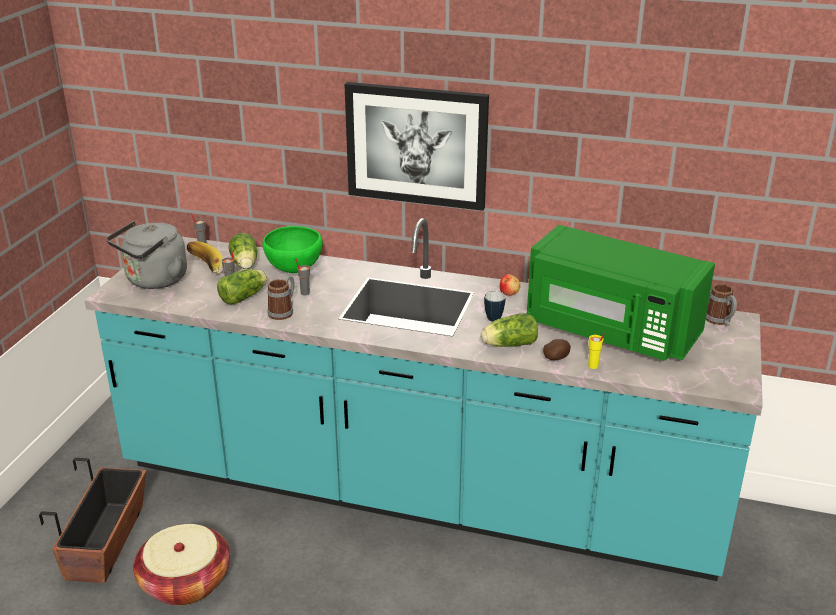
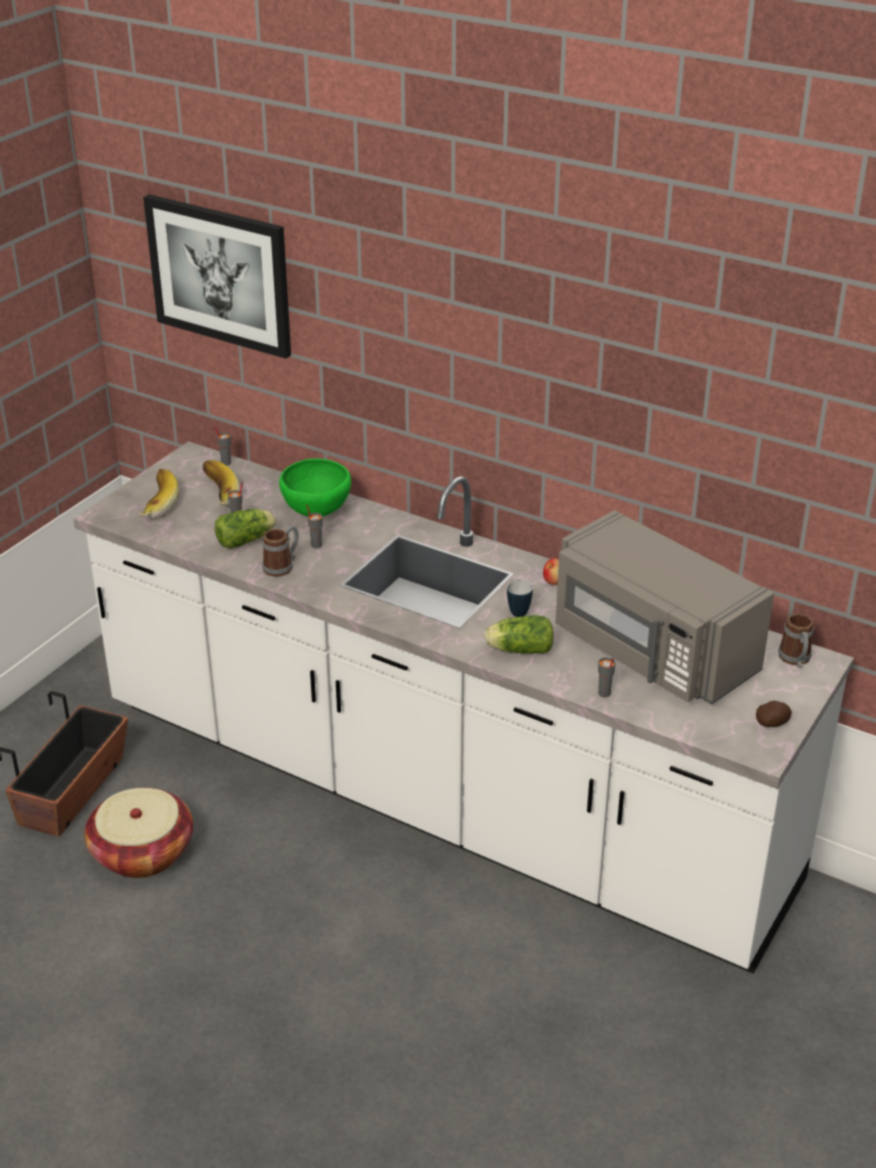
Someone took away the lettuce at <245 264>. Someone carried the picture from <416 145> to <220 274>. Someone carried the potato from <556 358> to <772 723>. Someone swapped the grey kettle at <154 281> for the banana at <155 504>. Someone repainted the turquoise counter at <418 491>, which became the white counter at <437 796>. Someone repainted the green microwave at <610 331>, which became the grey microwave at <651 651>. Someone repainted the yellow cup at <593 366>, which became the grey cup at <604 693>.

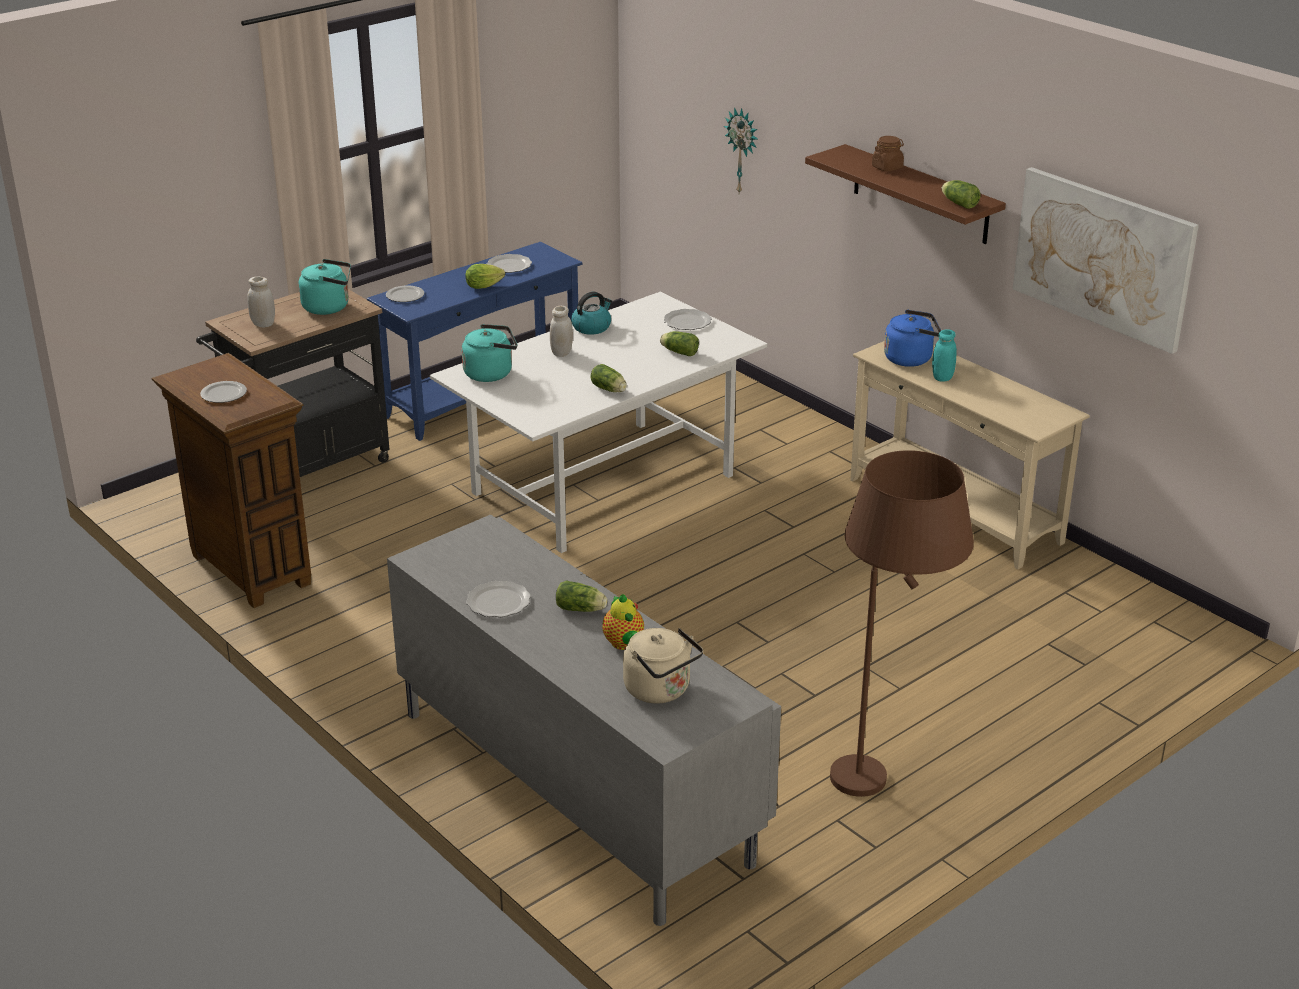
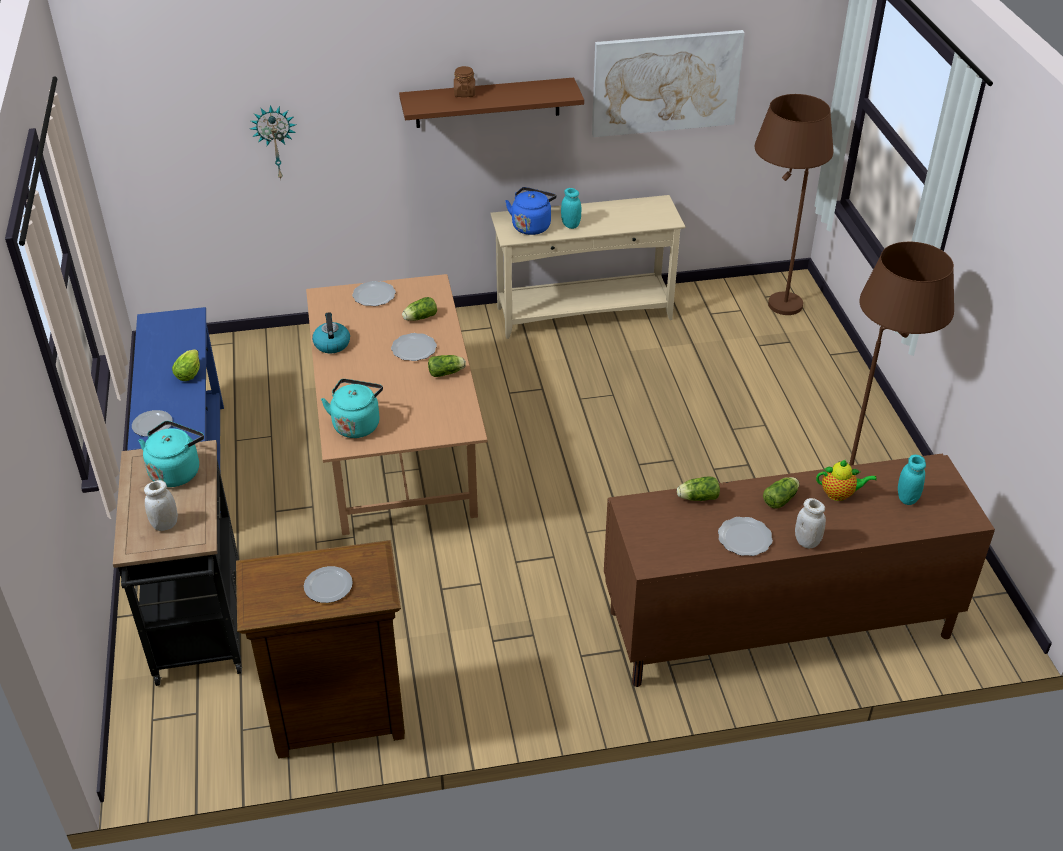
Someone put down the brown floor lamp at <769 310>. Someone carried the plate from <509 266> to <414 349>. Someone carried the white jar from <561 353> to <807 541>. Someone carried the lettuce from <958 203> to <696 497>. Someone swapped the beige kettle at <660 690> for the turquoise jar at <907 498>. Someone repainted the grey cabinet at <577 783>, which became the brown cabinet at <776 620>. Someone repainted the white dining table at <603 483>, which became the brown dining table at <397 456>.

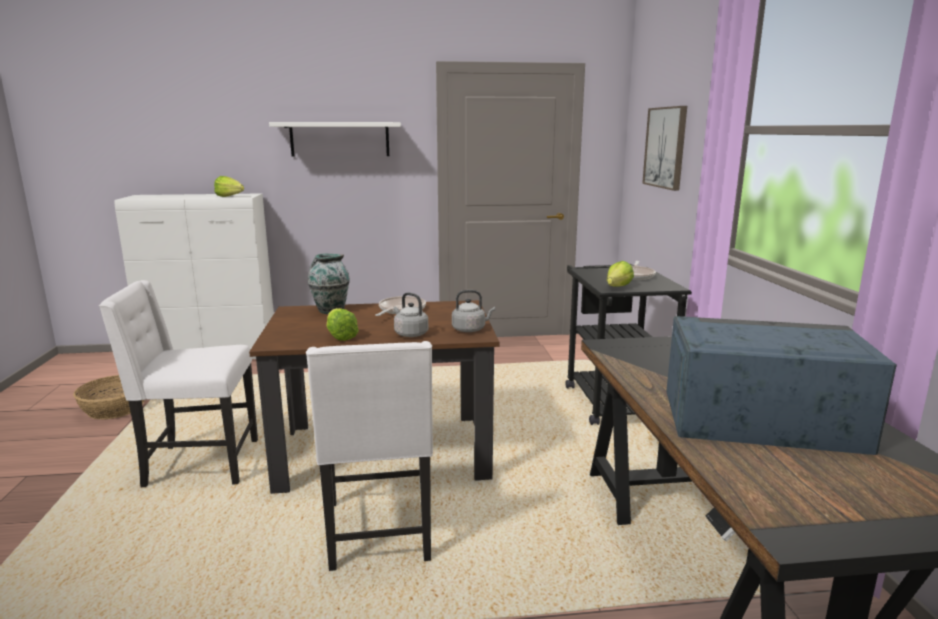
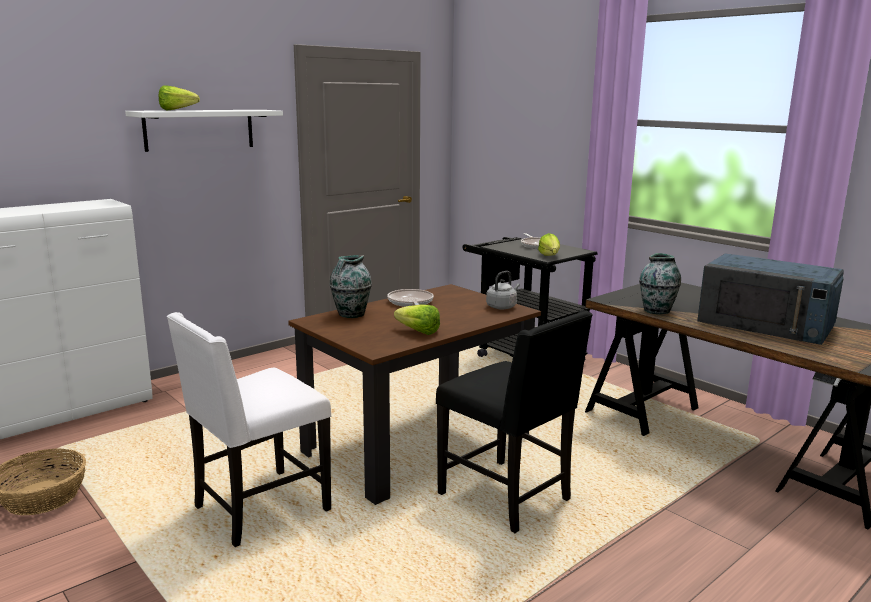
Someone took away the grey kettle at <410 334>. Someone took away the picture at <665 147>. Someone put down the vase at <657 310>. Someone carried the lettuce from <231 197> to <180 110>. Someone repainted the white chair at <380 533>, which became the black chair at <507 497>. Someone rotated the blue microwave at <758 419> by 120 degrees counterclockwise.

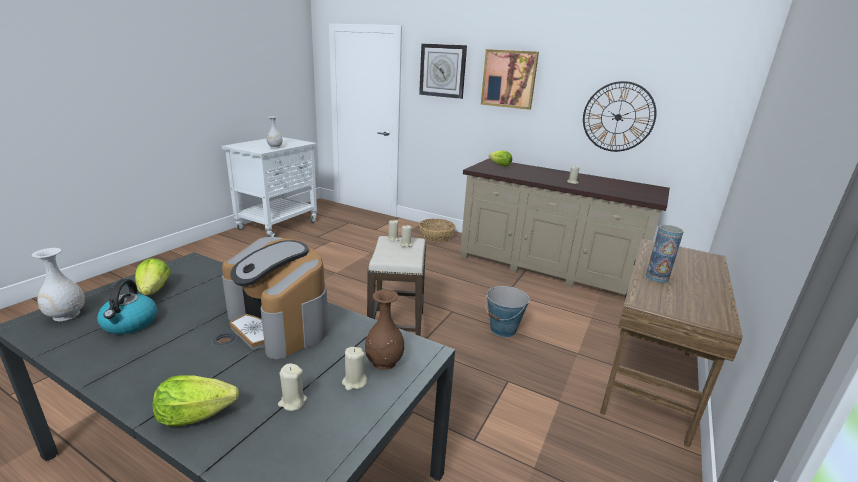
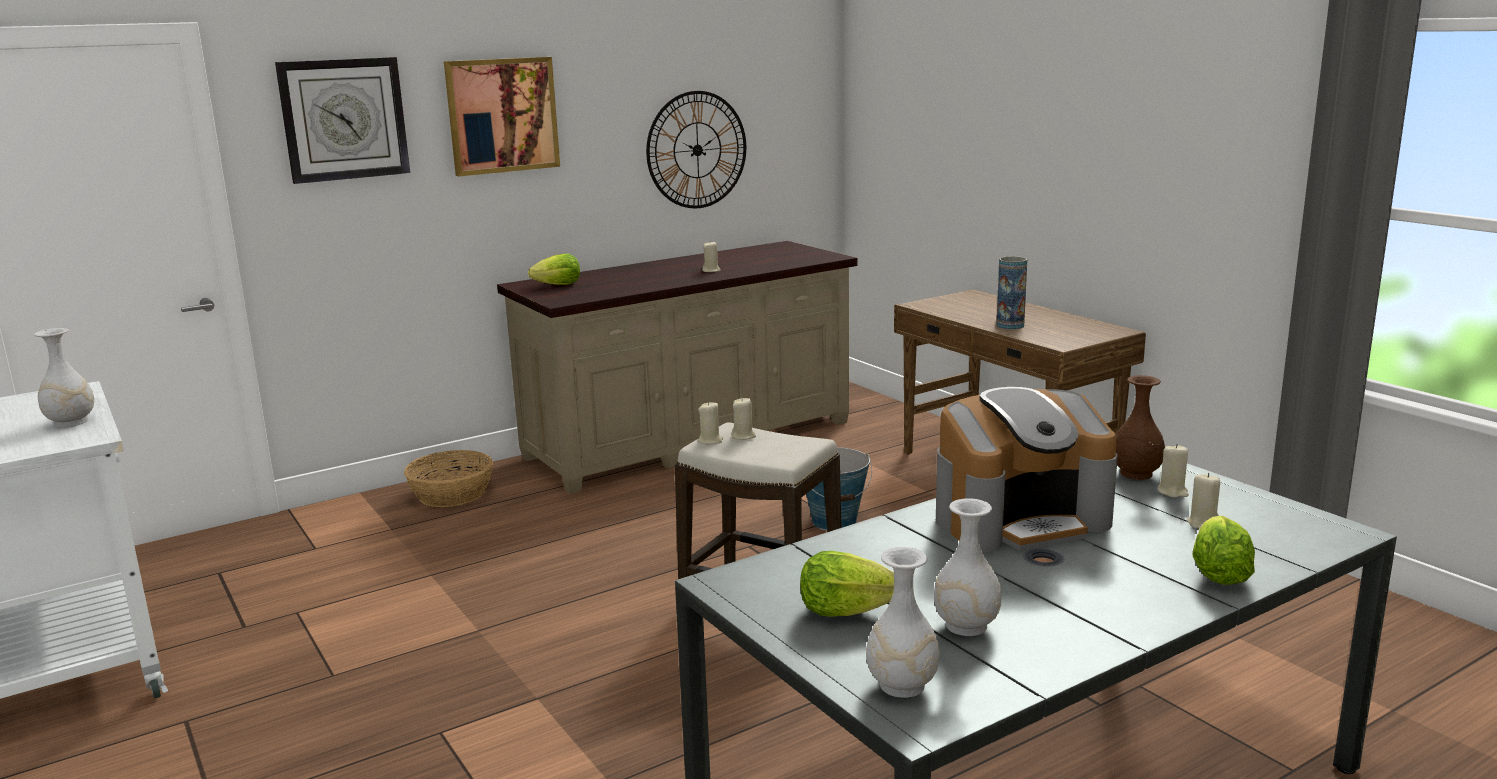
Someone swapped the kettle at <130 324> for the white vase at <965 625>.

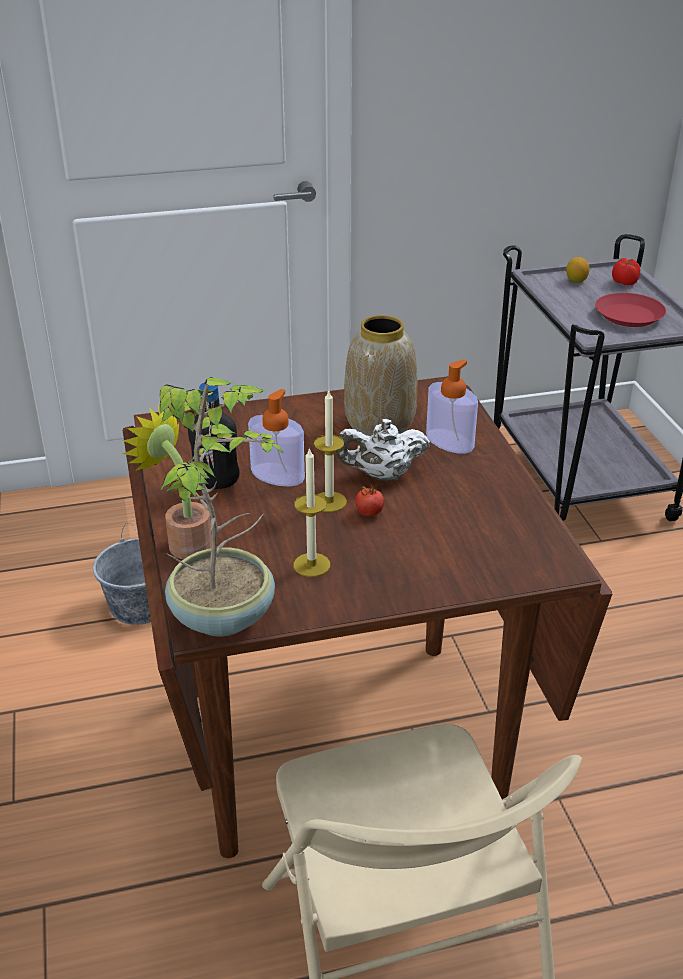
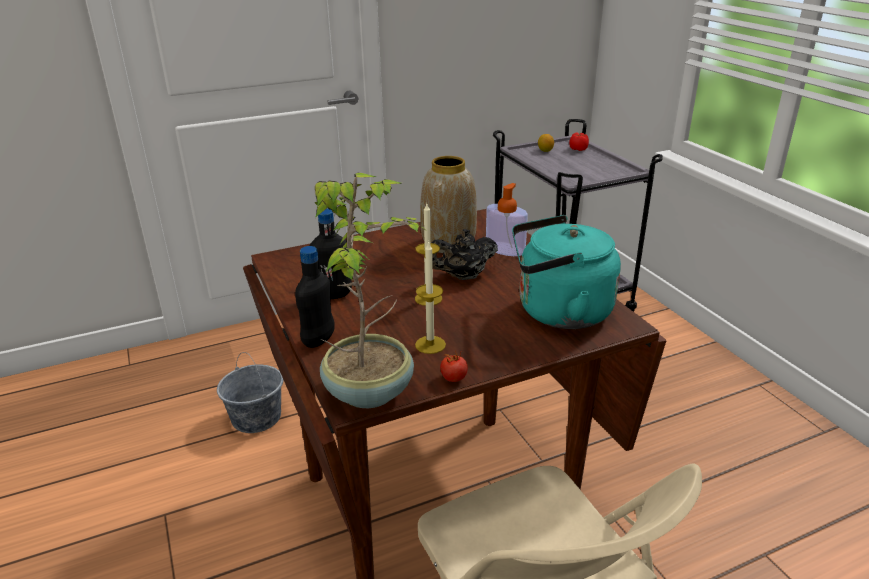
Someone took away the soap dispenser at <277 475>. Someone took away the red plate at <629 316>. Someone put down the turquoise kettle at <558 312>. Someone carried the tomato from <369 512> to <454 378>. Someone swapped the potted plant at <183 542> for the black bottle at <319 340>. Someone repainted the white teapot at <382 475>, which became the black teapot at <463 276>.

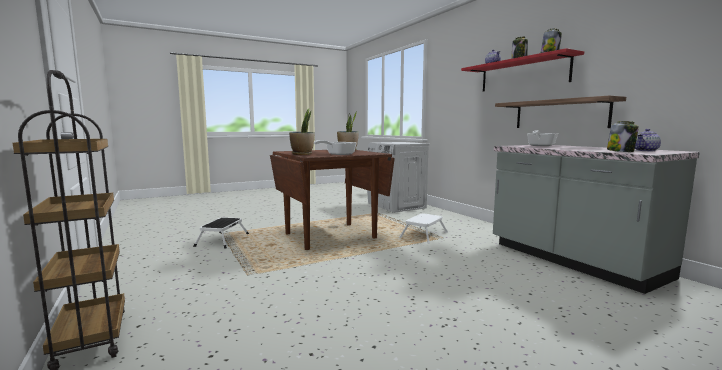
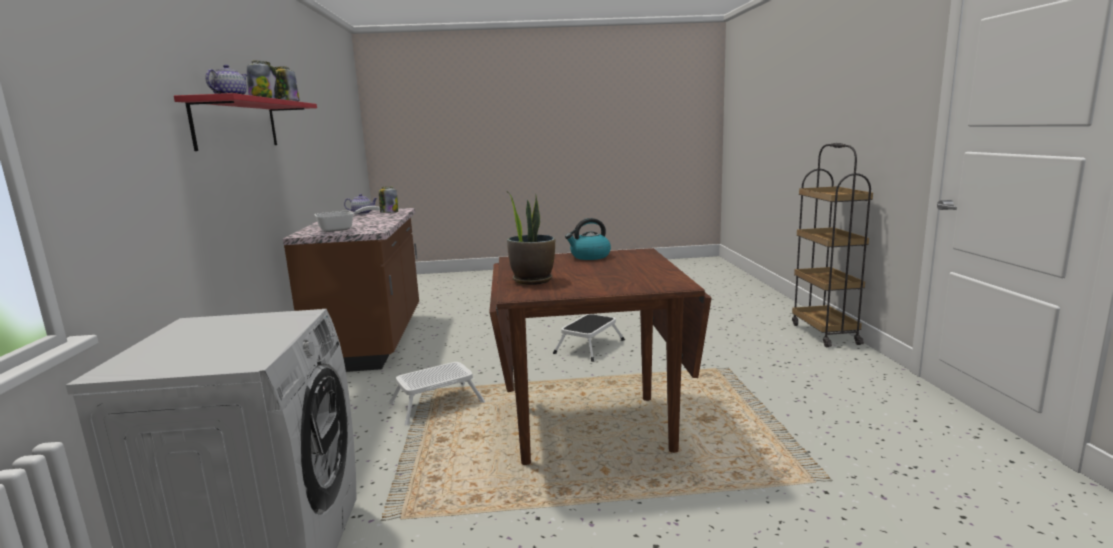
Someone took away the potted plant at <302 154>. Someone took away the shelf at <559 114>. Someone carried the black step ladder from <223 240> to <589 346>. Someone swapped the frying pan at <337 154> for the kettle at <589 256>. Someone repainted the grey counter at <573 260>, which became the brown counter at <372 340>.

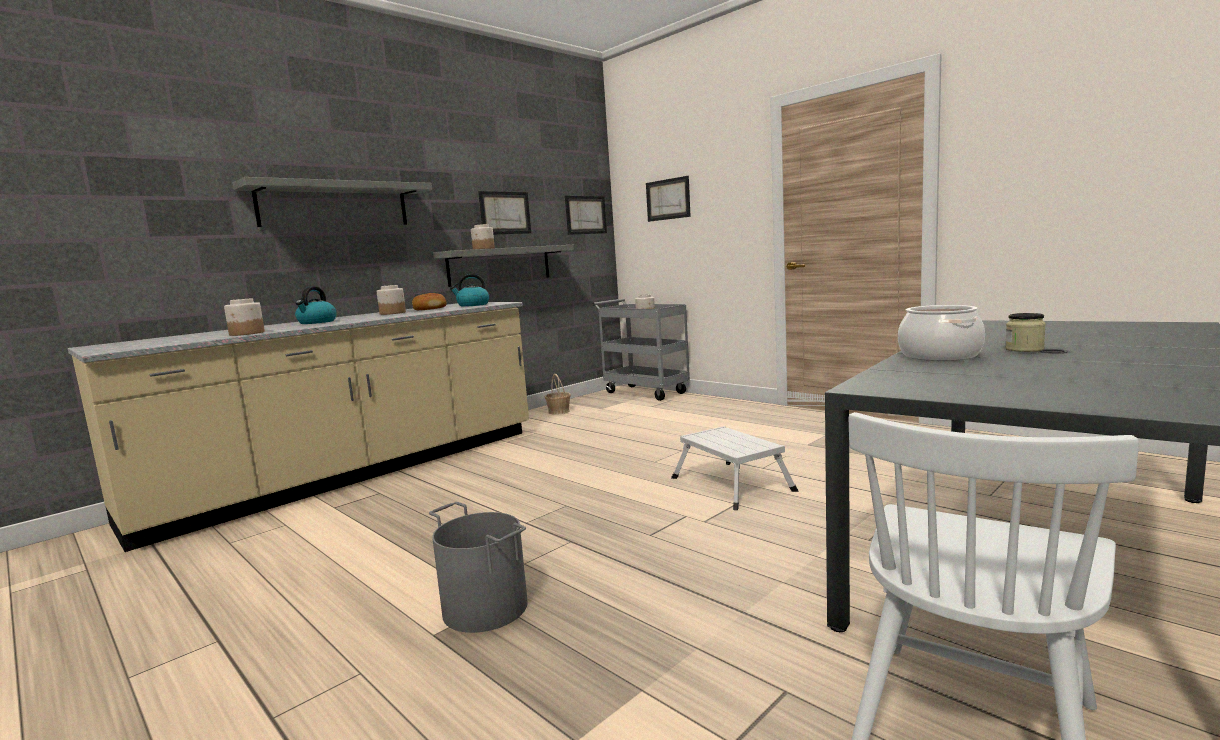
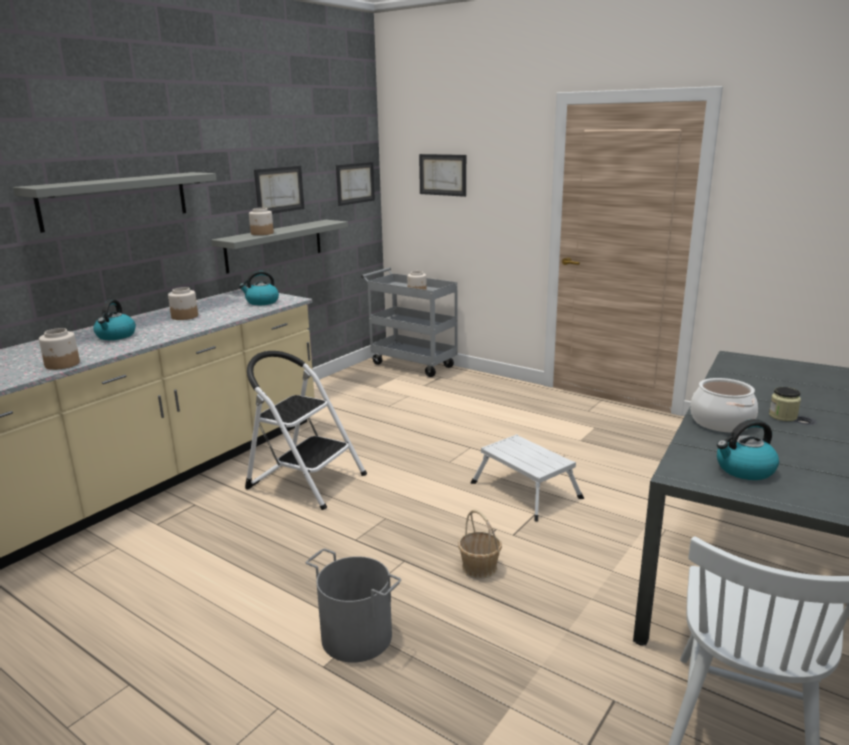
Someone took away the bread at <430 309>. Someone put down the step ladder at <304 481>. Someone put down the kettle at <744 470>. Someone carried the basket from <558 411> to <479 567>.

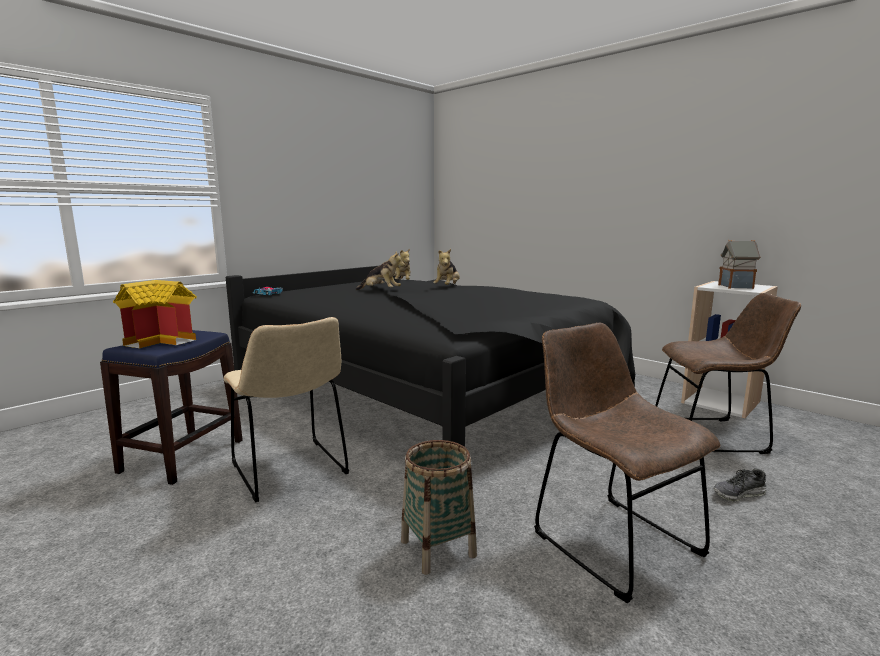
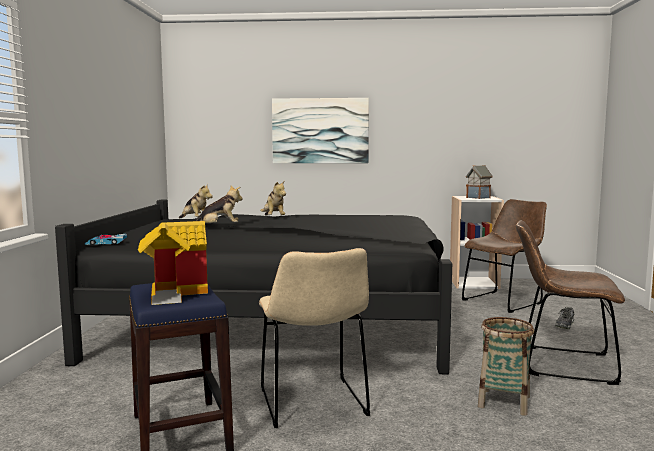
Someone put up the picture at <320 131>. Someone rotated the beige chair at <291 471> by 60 degrees clockwise.

